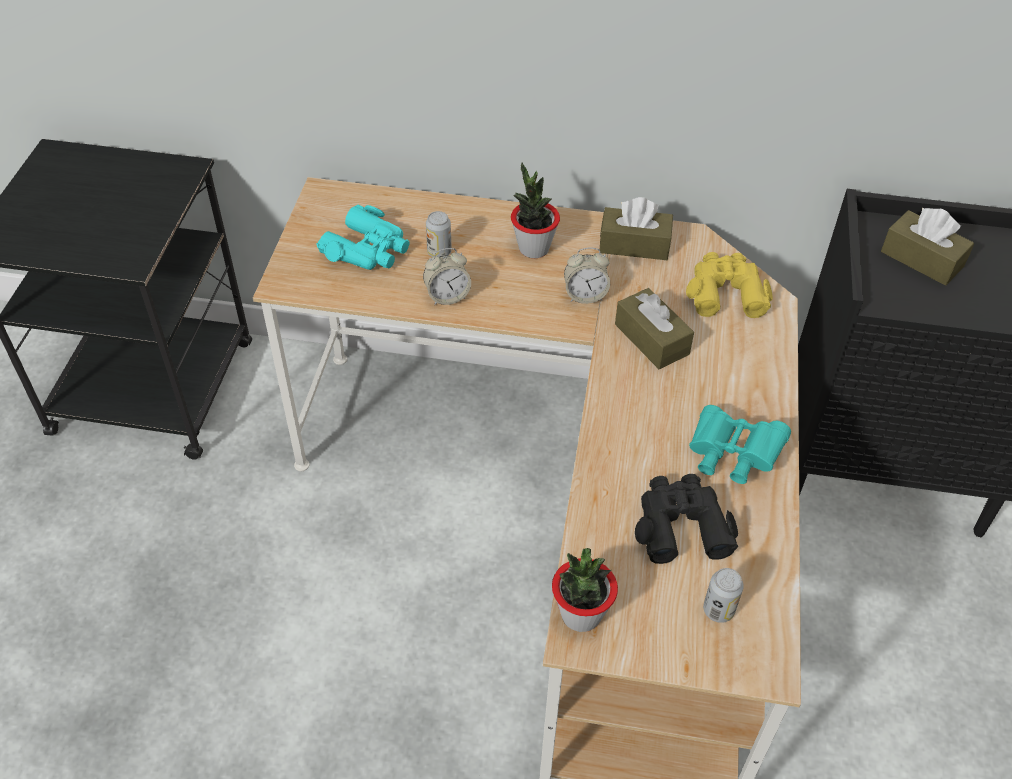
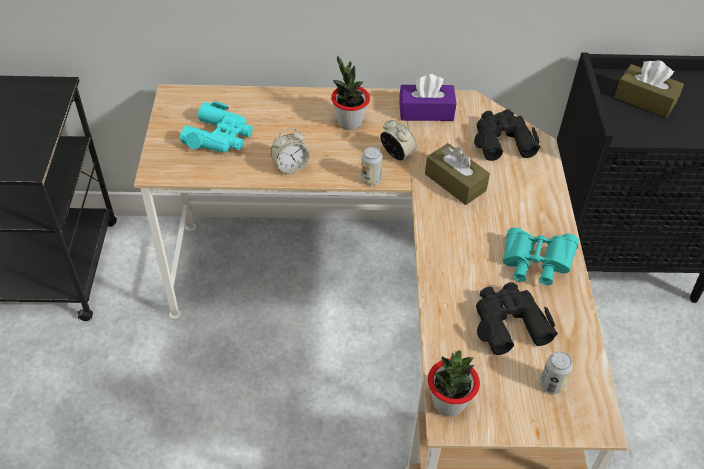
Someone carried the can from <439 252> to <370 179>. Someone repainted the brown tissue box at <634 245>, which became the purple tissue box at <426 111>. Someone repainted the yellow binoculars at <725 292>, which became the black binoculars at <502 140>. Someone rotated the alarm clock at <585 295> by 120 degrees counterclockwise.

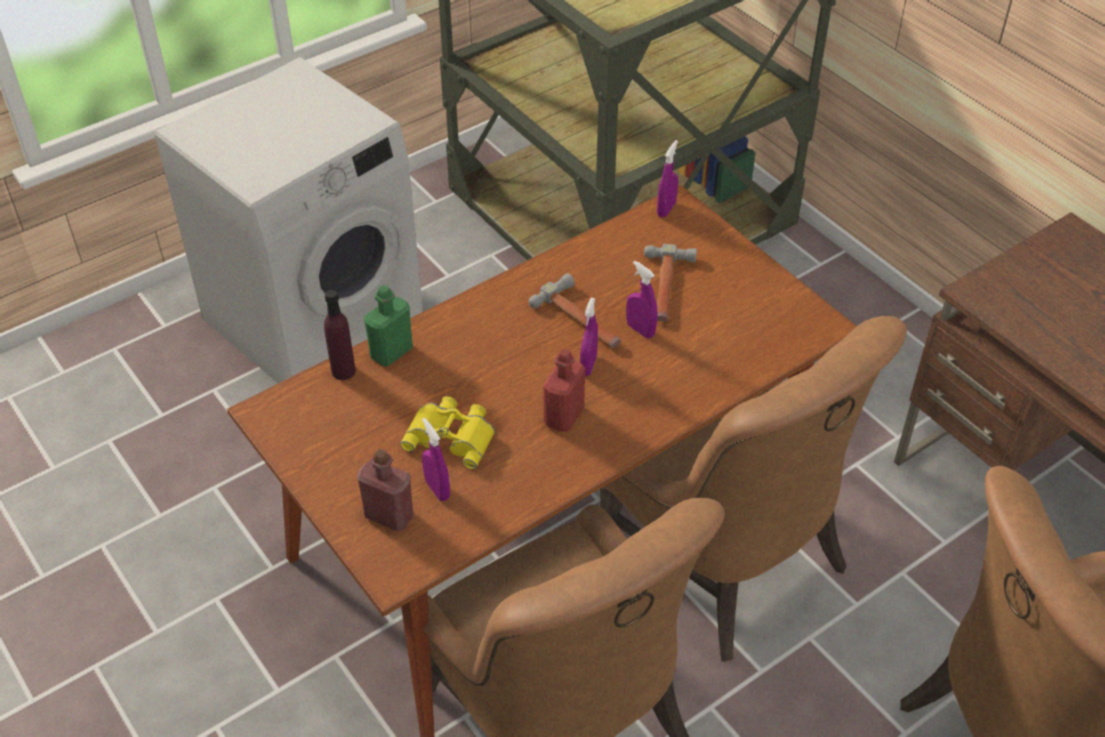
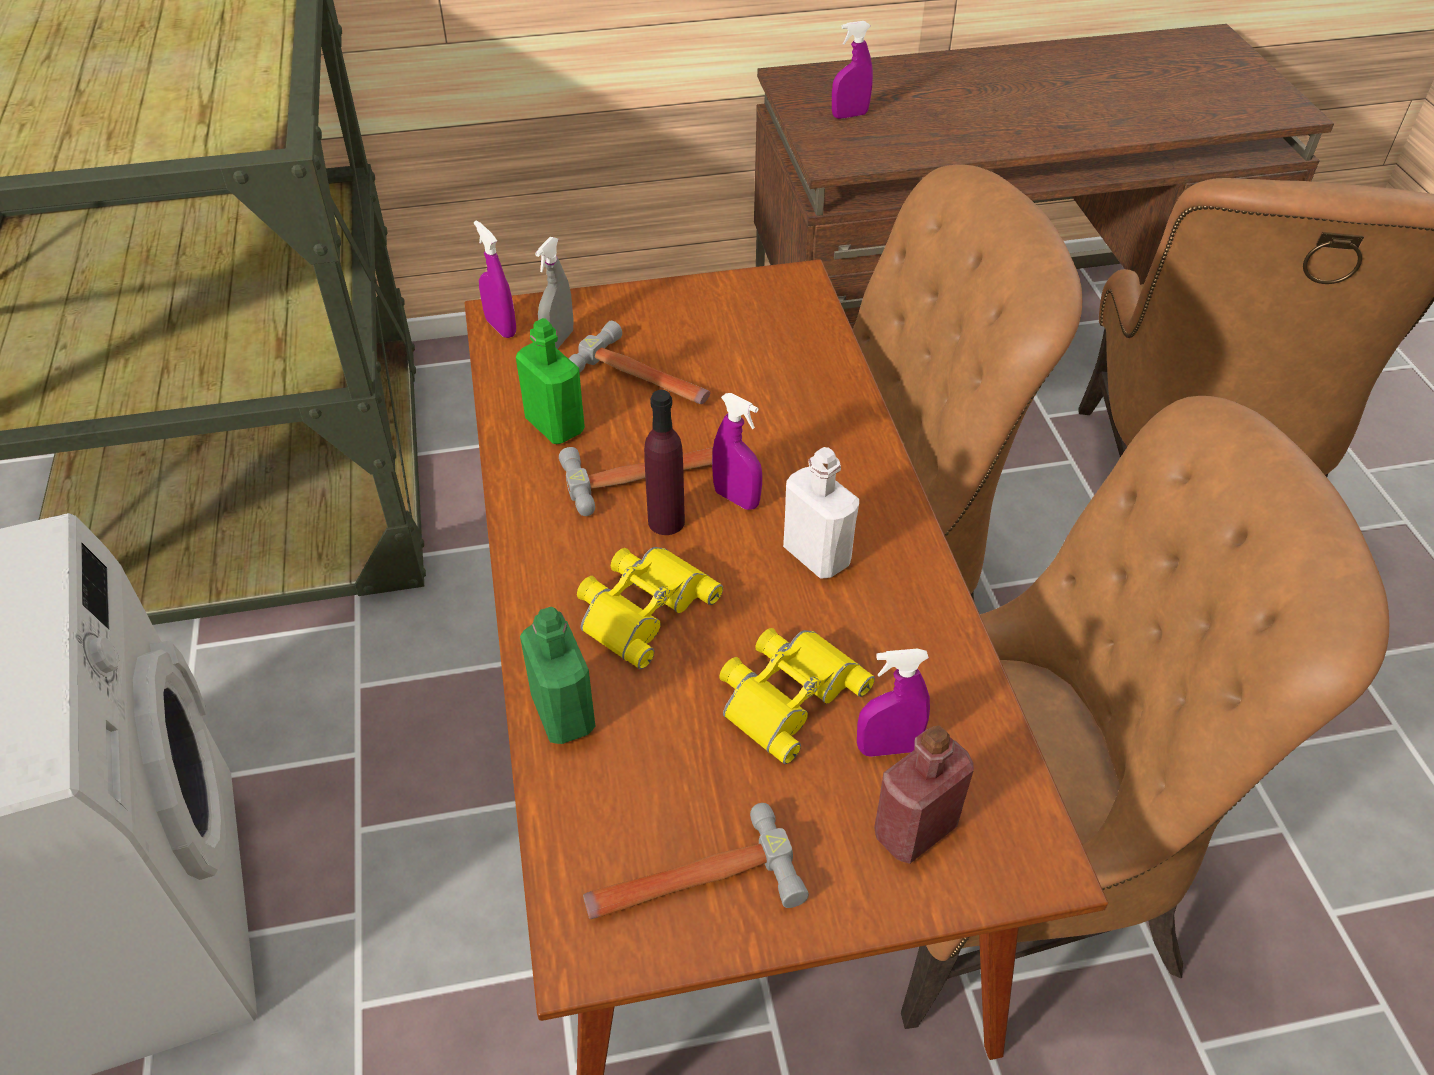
Someone put down the green bottle at <555 425>. Someone put down the grey spray bottle at <558 340>. Someone put down the yellow binoculars at <642 607>. Someone put down the hammer at <690 885>. Someone carried the purple bottle from <343 371> to <666 521>. Someone carried the purple spray bottle from <640 330> to <849 115>. Someone repainted the red bottle at <564 416>, which became the white bottle at <816 555>.

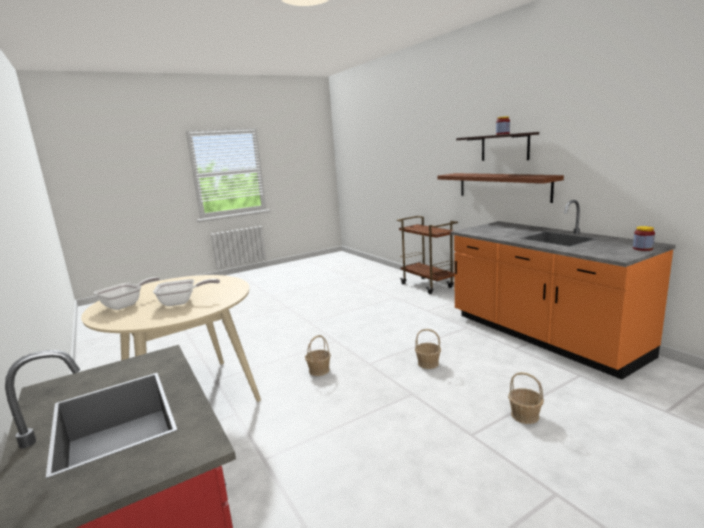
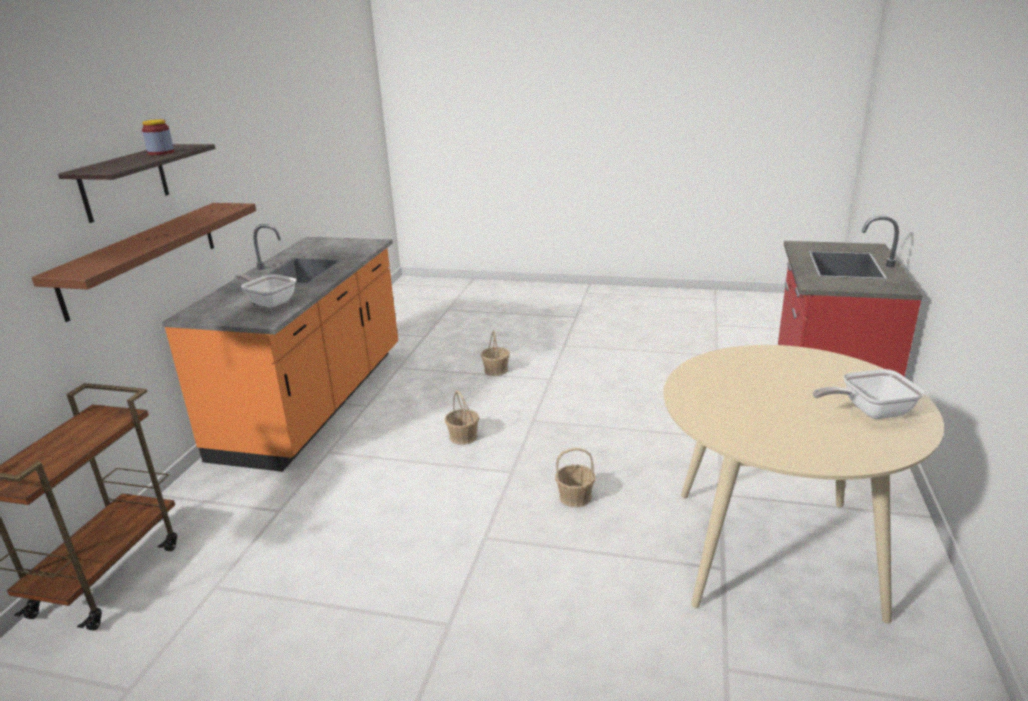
Someone took away the jar at <642 248>. Someone carried the frying pan from <182 302> to <269 302>.

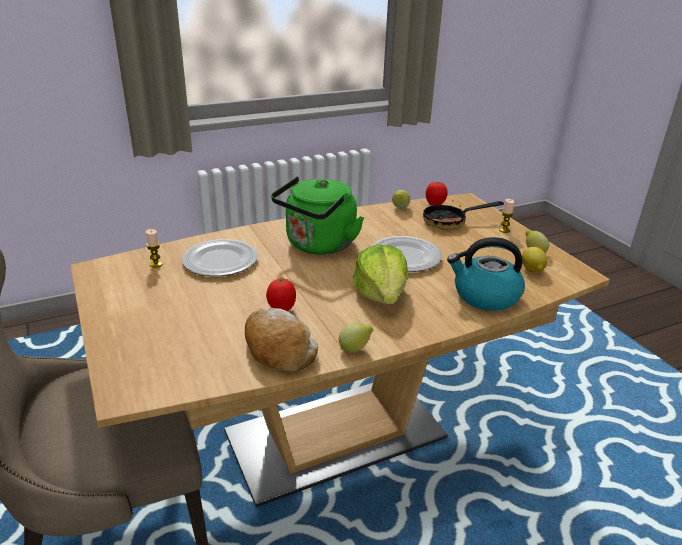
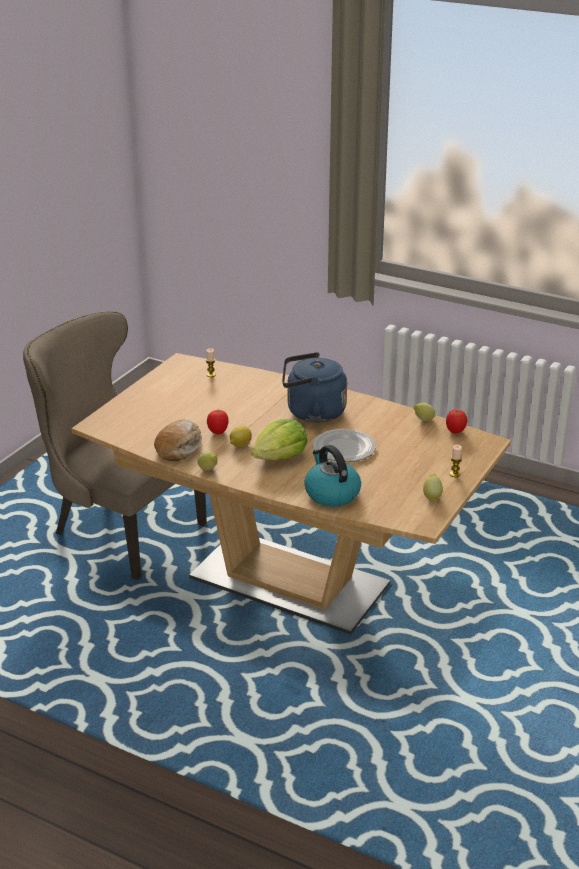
Someone took away the plate at <220 261>. Someone took away the frying pan at <451 222>. Someone carried the lemon from <532 270> to <240 445>. Someone repainted the green kettle at <318 245>, which became the blue kettle at <312 413>.

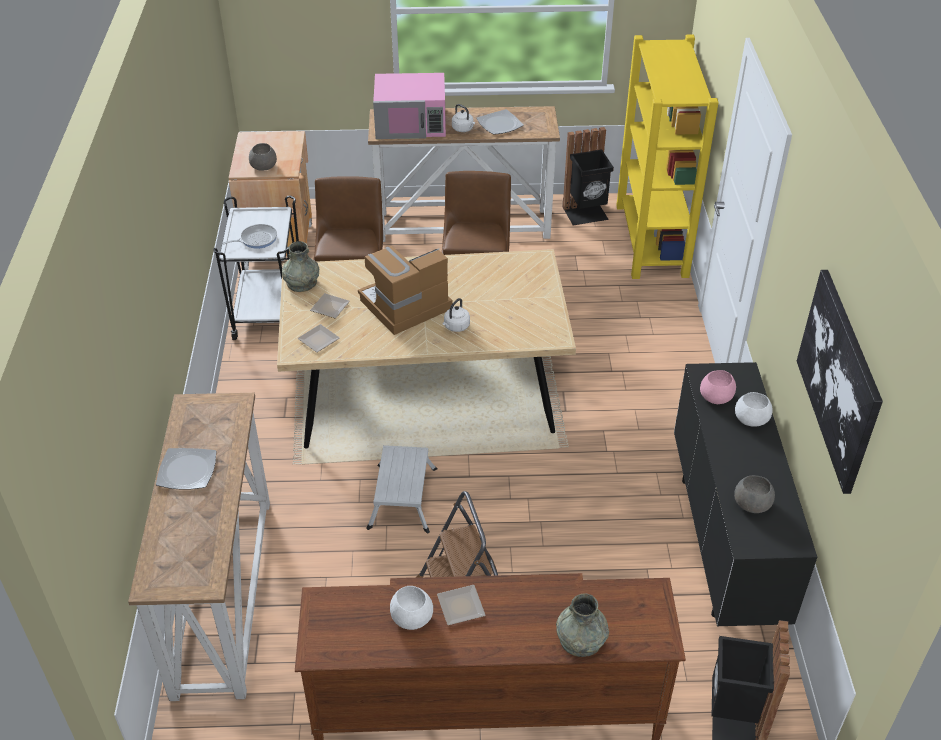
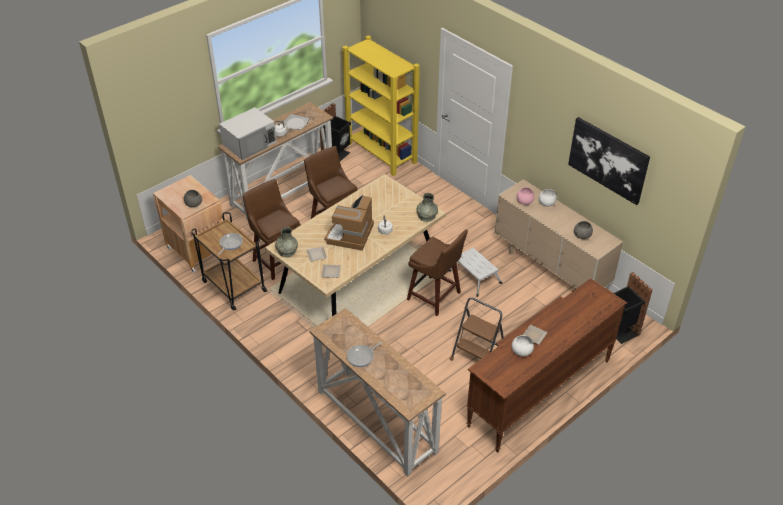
Someone put down the brown chair at <436 297>. Someone carried the white step ladder from <402 498> to <475 277>. Someone carried the grey vase from <580 639> to <426 216>. Someone swapped the plate at <187 471> for the frying pan at <362 356>. Someone repainted the white cart at <269 310>, which became the brown cart at <233 286>. Someone repainted the pink microwave at <411 123>, which became the white microwave at <250 143>. Someone repainted the black dresser at <726 544>, which became the beige dresser at <551 269>.

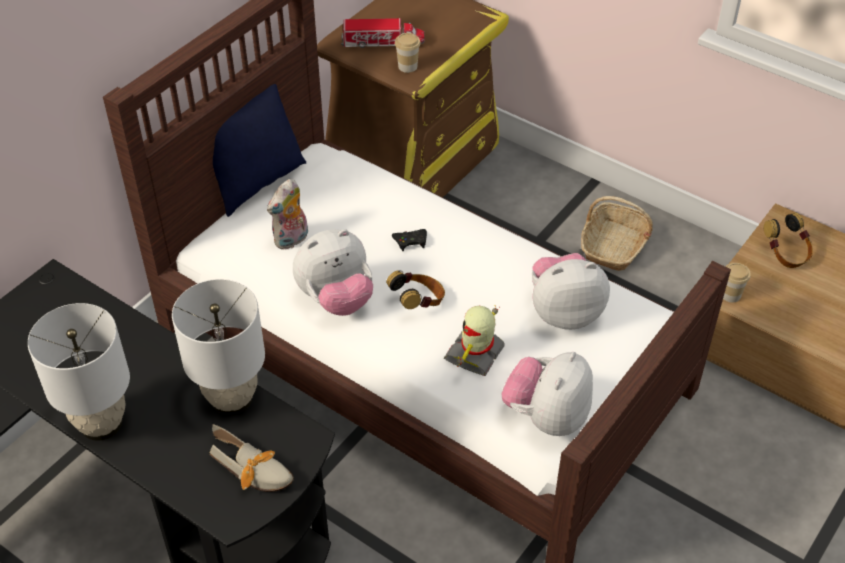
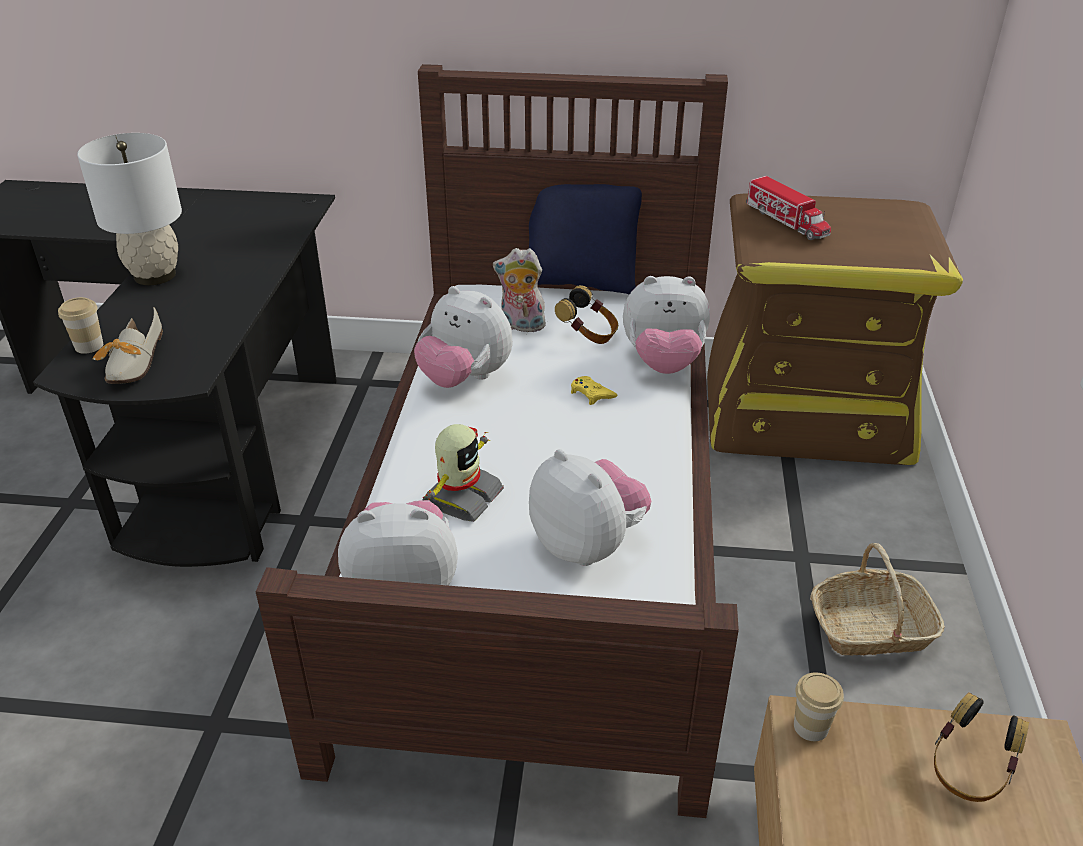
Someone took away the white table lamp at <231 399>. Someone put down the plush toy at <663 363>. Someone carried the headphones from <418 303> to <589 335>. Someone carried the cup from <407 66> to <89 346>. Someone repainted the black game controller at <410 241>, which became the yellow game controller at <591 394>. Someone rotated the toy robot at <476 354> by 120 degrees clockwise.

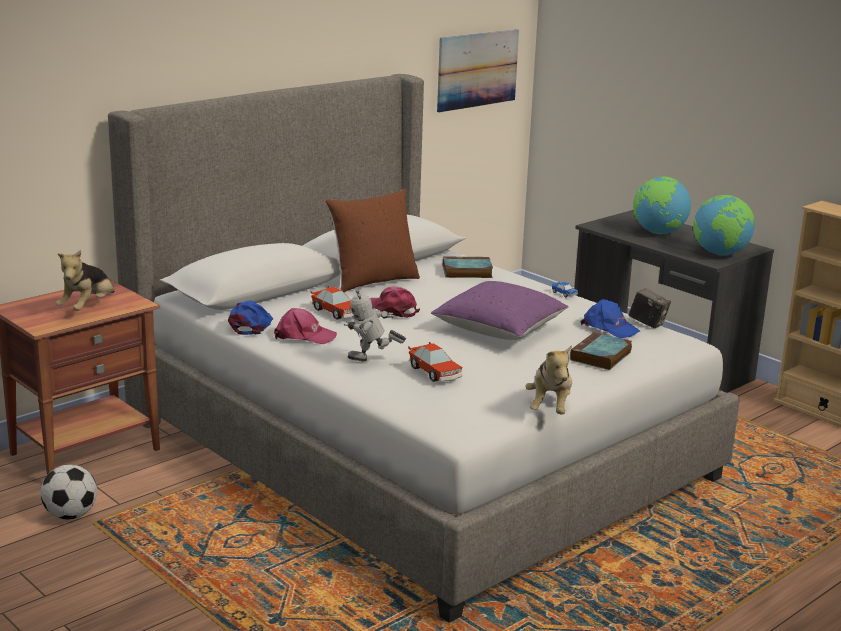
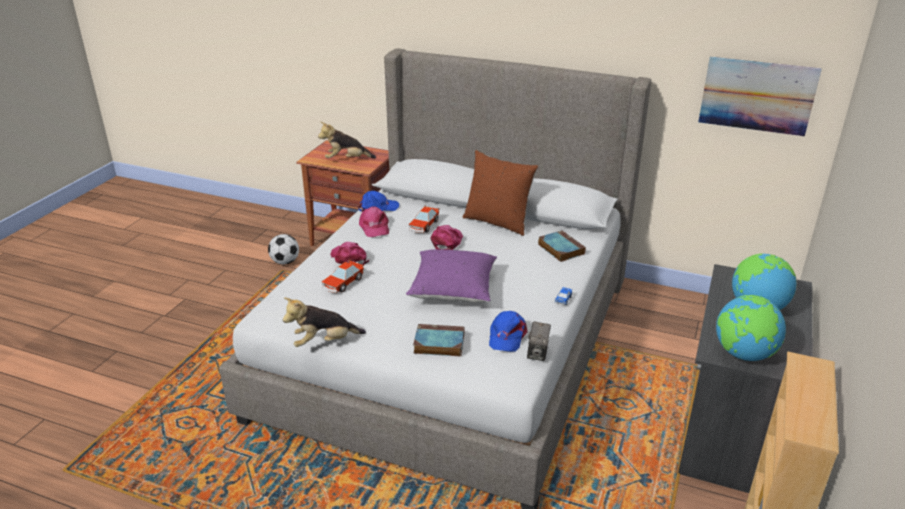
Someone swapped the toy robot at <372 362> for the pink cap at <349 258>.

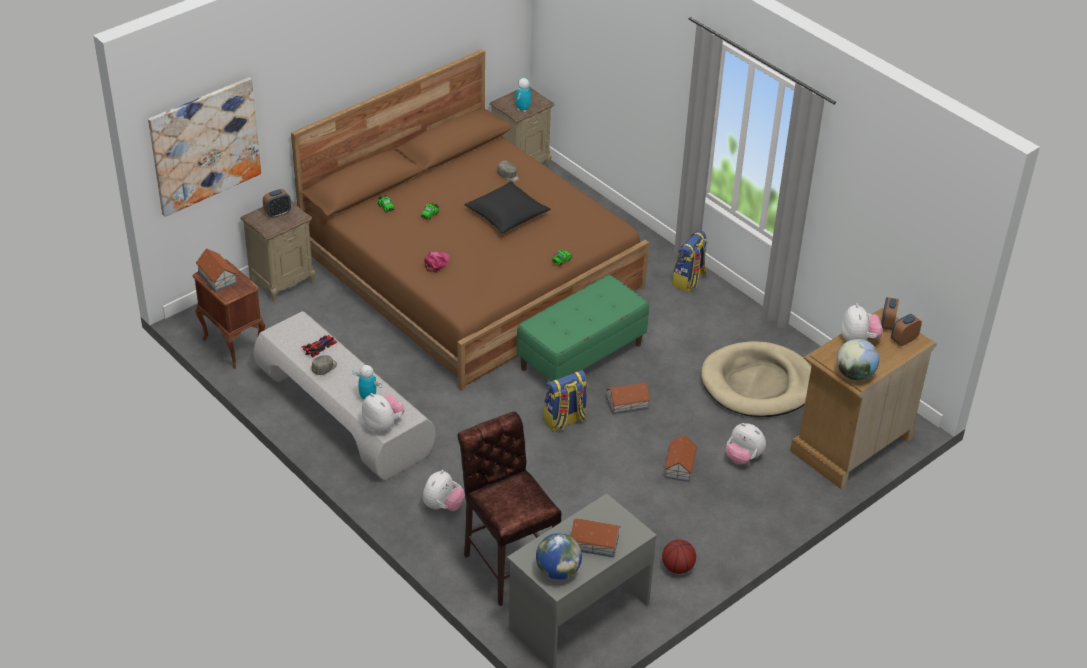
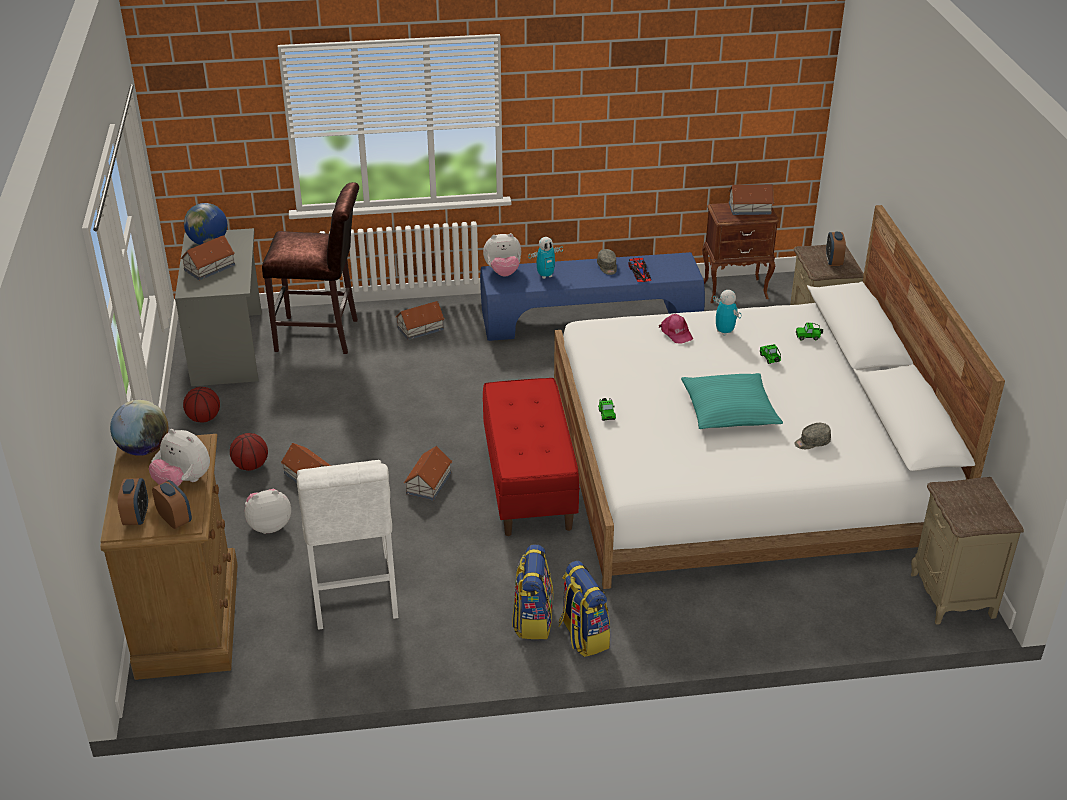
Someone took away the picture at <205 146>. Someone put down the basketball at <251 466>. Someone carried the toy robot from <523 109> to <724 332>. Someone carried the backpack from <564 420> to <532 619>. Someone swapped the plush toy at <443 506> for the toy house at <421 328>. Someone swapped the beige dog bed at <758 384> for the white stool at <353 596>. Someone repainted the grey bench at <343 412>, which became the blue bench at <590 318>. Someone repainted the brown bed at <471 271>, which became the white bed at <743 466>. Someone repainted the black pillow at <506 214>, which became the turquoise pillow at <729 411>. Someone repainted the green bench at <581 356>, which became the red bench at <529 484>.

